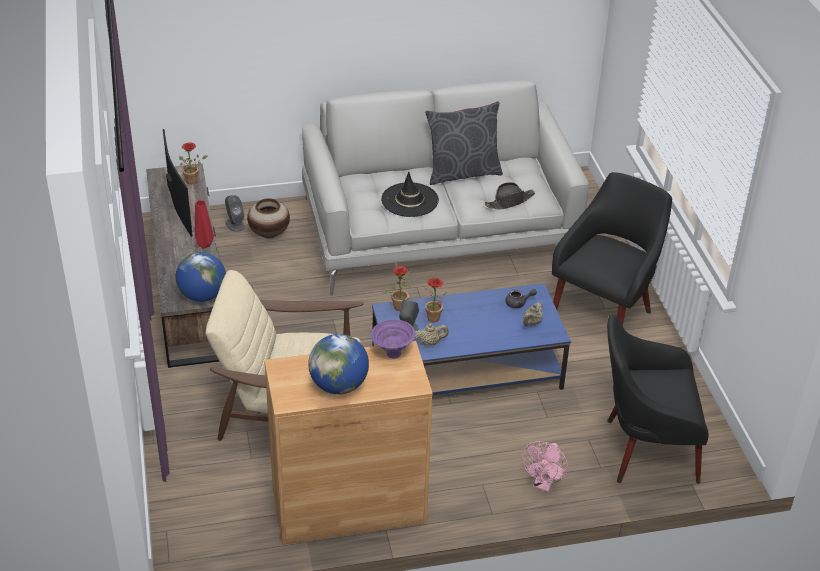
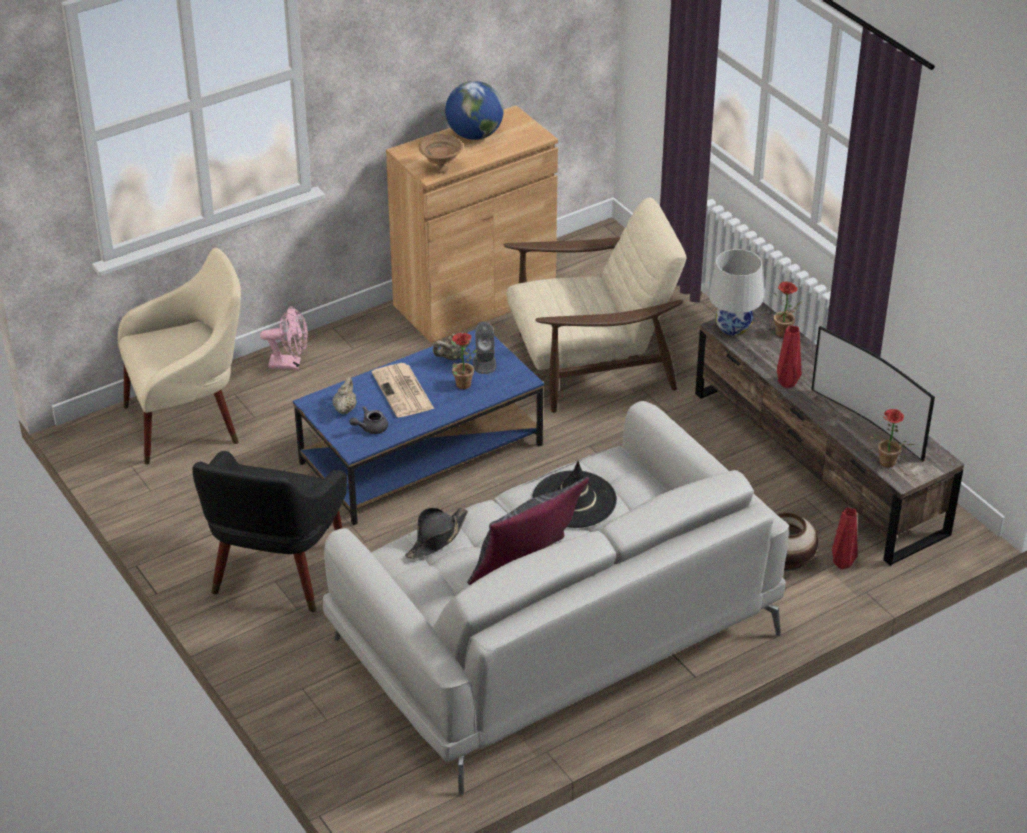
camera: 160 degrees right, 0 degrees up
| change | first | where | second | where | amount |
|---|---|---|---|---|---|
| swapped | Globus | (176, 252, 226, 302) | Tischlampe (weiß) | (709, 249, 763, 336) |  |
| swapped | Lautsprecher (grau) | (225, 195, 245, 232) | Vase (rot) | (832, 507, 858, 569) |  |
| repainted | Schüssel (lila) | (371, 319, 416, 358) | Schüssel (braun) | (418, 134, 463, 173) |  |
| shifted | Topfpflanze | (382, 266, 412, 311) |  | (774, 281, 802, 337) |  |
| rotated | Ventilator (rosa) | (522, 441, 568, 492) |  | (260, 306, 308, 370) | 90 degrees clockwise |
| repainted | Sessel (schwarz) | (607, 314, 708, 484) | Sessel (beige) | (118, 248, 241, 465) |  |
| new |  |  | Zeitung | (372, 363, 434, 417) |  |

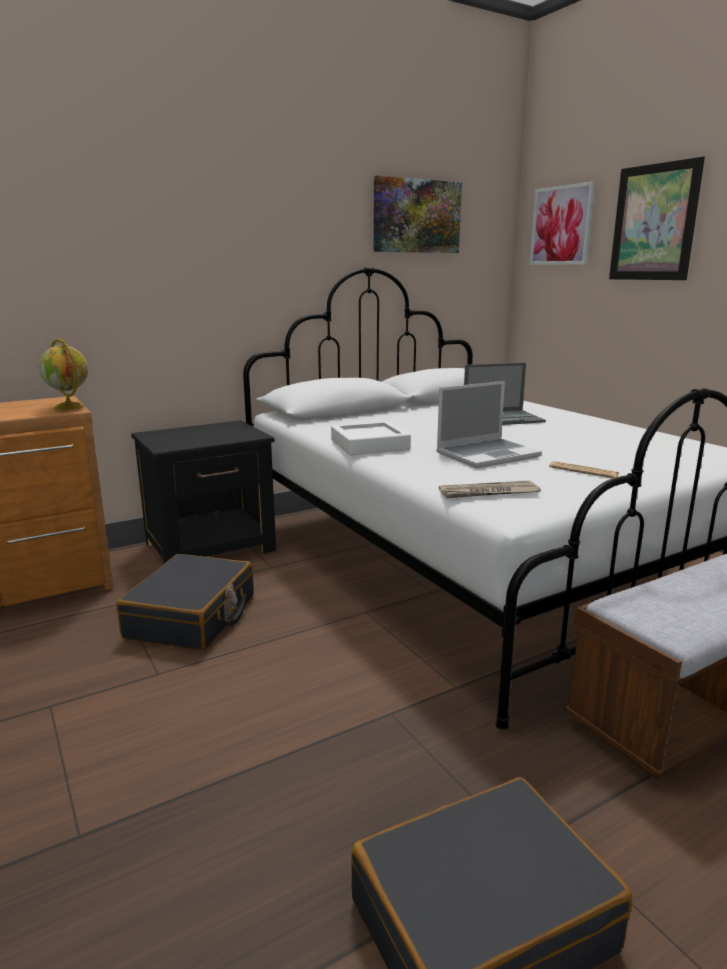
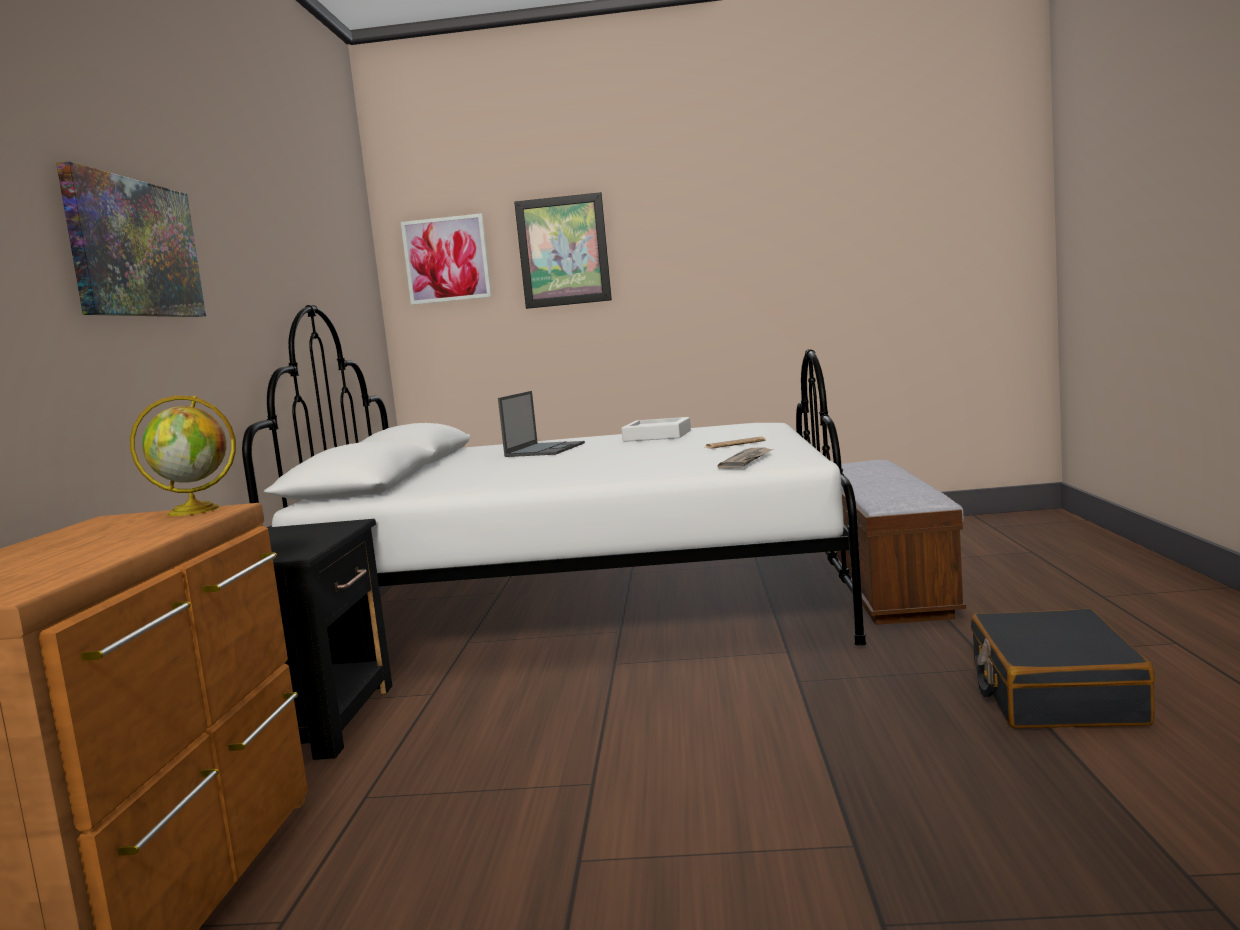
camera: 55 degrees left, 10 degrees down
| change | first | where | second | where | amount |
|---|---|---|---|---|---|
| gone | Koffer (schwarz) | (116, 554, 254, 651) |  |  |  |
| shifted | Tablett (weiß) | (331, 421, 411, 455) |  | (621, 417, 691, 442) |  |
| shifted | Bild | (374, 175, 462, 253) |  | (56, 161, 206, 317) |  |
| gone | Laptop | (436, 381, 542, 468) |  |  |  |

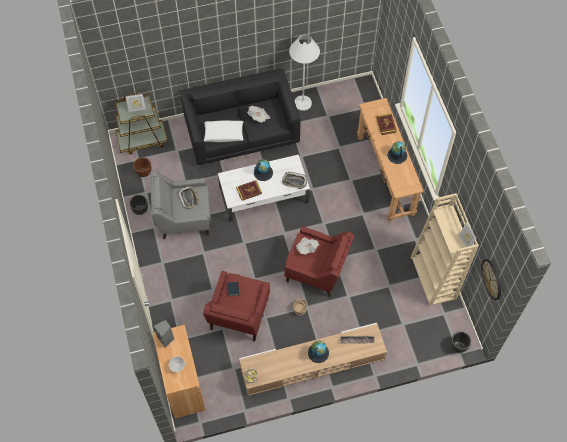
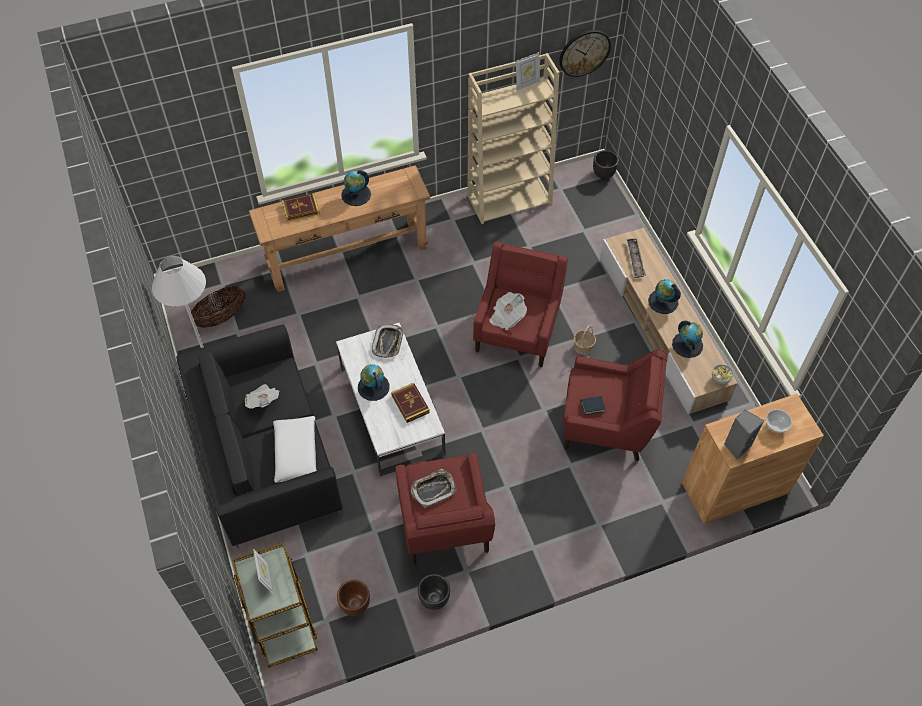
camera: 95 degrees left, 5 degrees down
| change | first | where | second | where | amount |
|---|---|---|---|---|---|
| repainted | Sessel (grau) | (150, 171, 211, 239) | Sessel (rot) | (395, 453, 495, 565) |  |
| new |  |  | Korb | (191, 286, 246, 328) |  |
| new |  |  | Globus | (672, 320, 703, 358) |  |

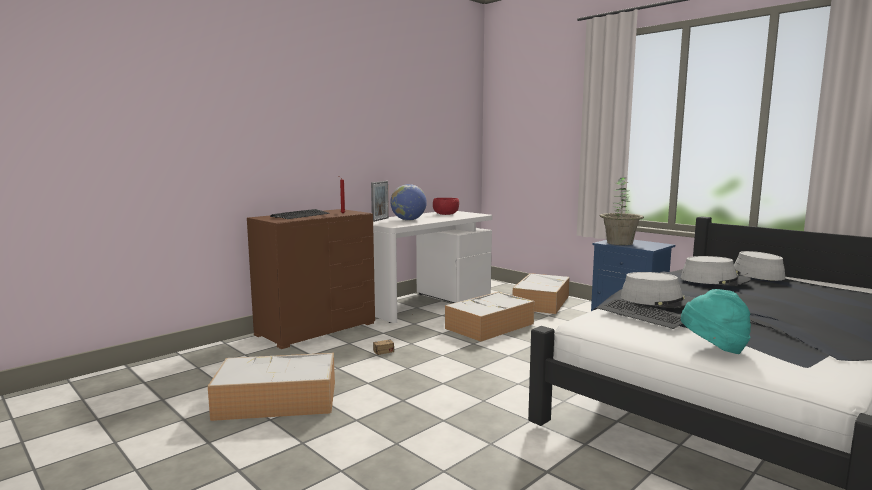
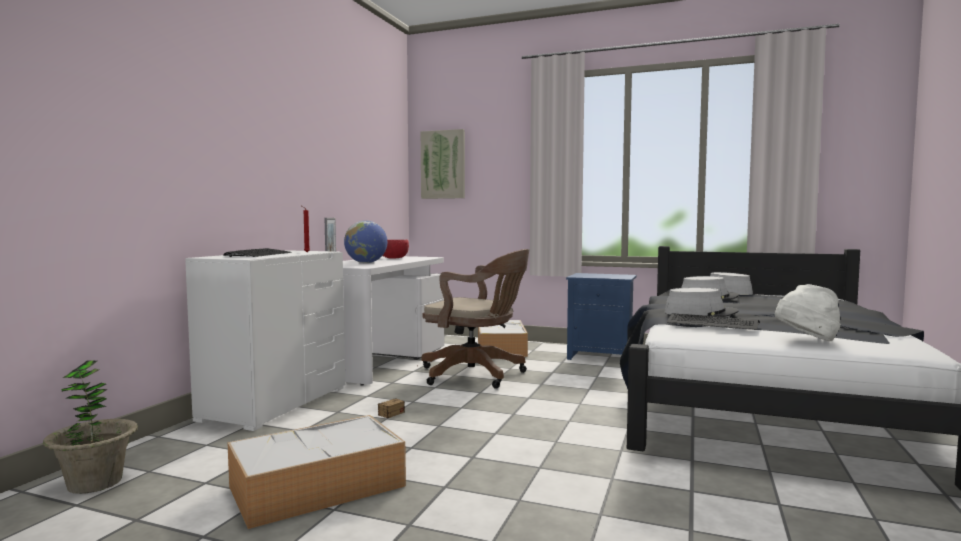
camera: 25 degrees left, 5 degrees down
| change | first | where | second | where | amount |
|---|---|---|---|---|---|
| repainted | Kommode (braun) | (247, 209, 375, 349) | Kommode (weiß) | (185, 250, 345, 431) |  |
| swapped | Aufbewahrungsbox | (445, 292, 535, 342) | Bürostuhl (braun) | (421, 249, 529, 389) |  |
| shifted | Topfpflanze | (600, 177, 644, 245) |  | (43, 360, 138, 494) |  |
| repainted | Hut (türkis) | (681, 289, 751, 354) | Hut (weiß) | (775, 284, 841, 341) |  |
| new |  |  | Bild | (421, 129, 465, 199) |  |

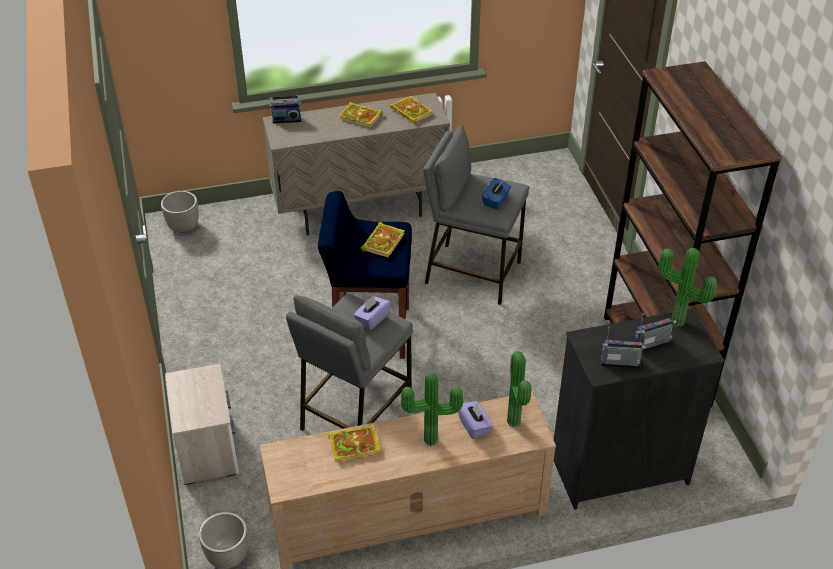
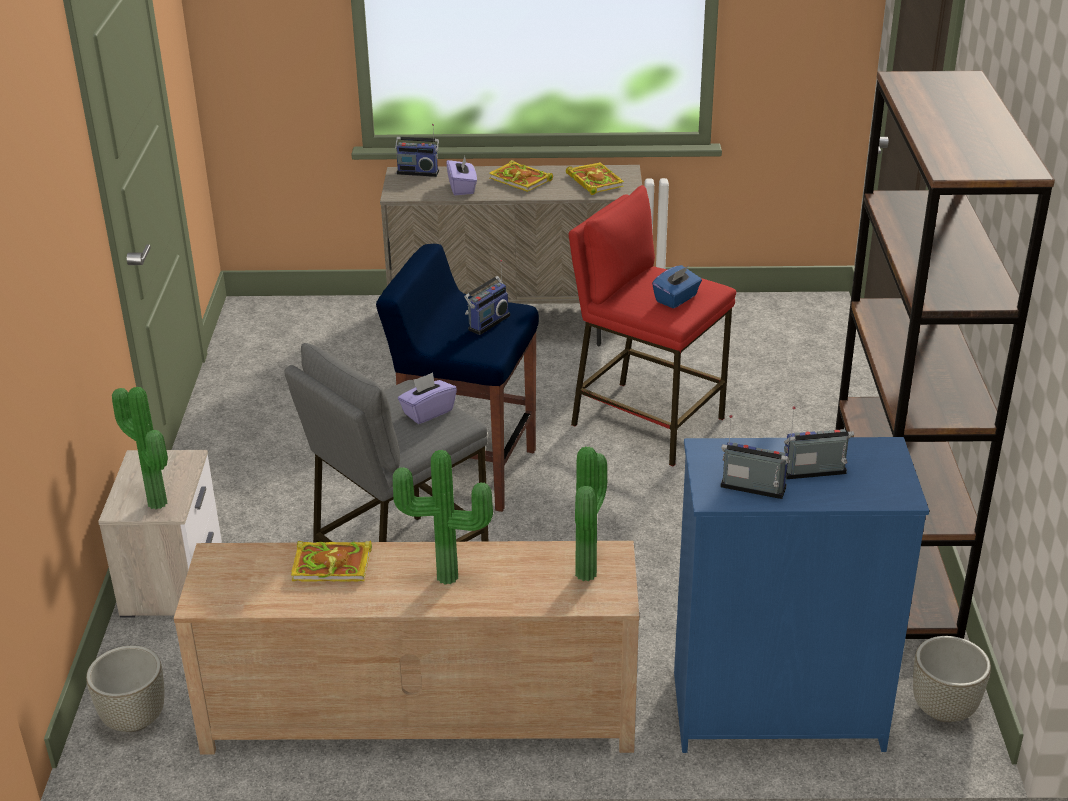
camera: 15 degrees right, 10 degrees down
| change | first | where | second | where | amount |
|---|---|---|---|---|---|
| shifted | Pflanzkübel (grau) | (161, 191, 199, 233) |  | (913, 636, 991, 722) |  |
| swapped | Buch | (361, 222, 405, 258) | Radio | (464, 260, 510, 335) |  |
| repainted | Hocker (grau) | (423, 125, 529, 305) | Hocker (rot) | (569, 185, 736, 466) |  |
| shifted | Taschentuchbox (lila) | (458, 401, 493, 439) |  | (446, 156, 477, 195) |  |
| repainted | Kommode (schwarz) | (554, 309, 725, 510) | Kommode (blau) | (674, 437, 929, 753) |  |
| shifted | Topfpflanze | (658, 248, 717, 327) |  | (112, 387, 168, 509) |  |

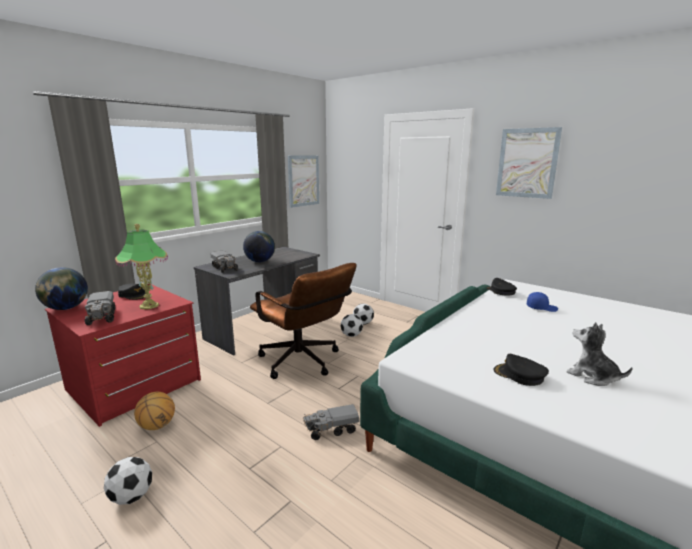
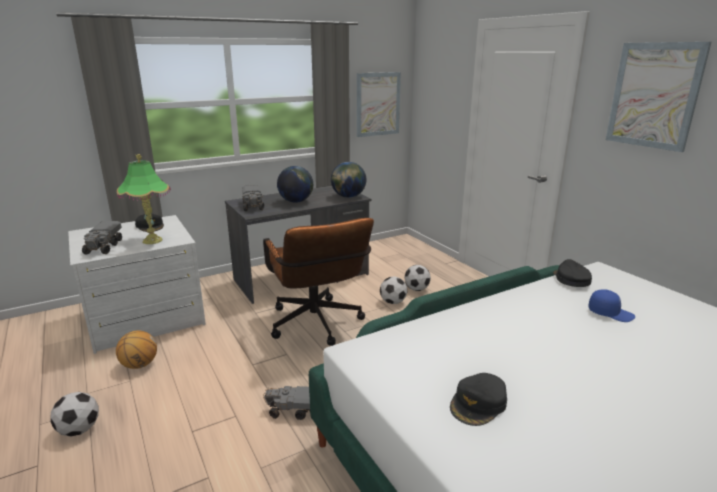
camera: 20 degrees right, 5 degrees up
| change | first | where | second | where | amount |
|---|---|---|---|---|---|
| shifted | Globus | (35, 267, 88, 310) |  | (331, 162, 366, 198) |  |
| repainted | Kommode (rot) | (45, 284, 201, 427) | Kommode (weiß) | (68, 215, 206, 354) |  |
| rotated | Kappe (schwarz) | (493, 354, 549, 386) |  | (450, 373, 507, 426) | 105 degrees counterclockwise |
| gone | Plüschtier | (567, 322, 633, 386) |  |  |  |

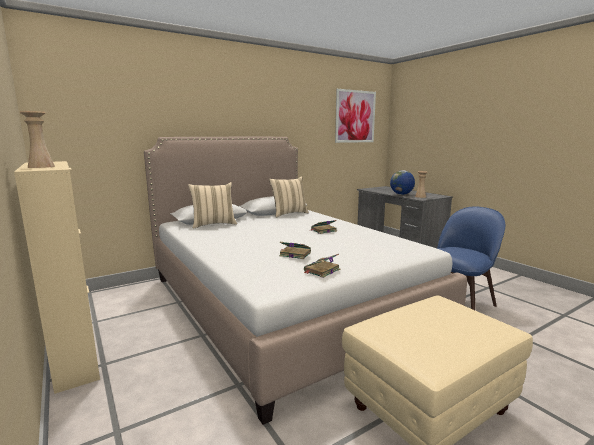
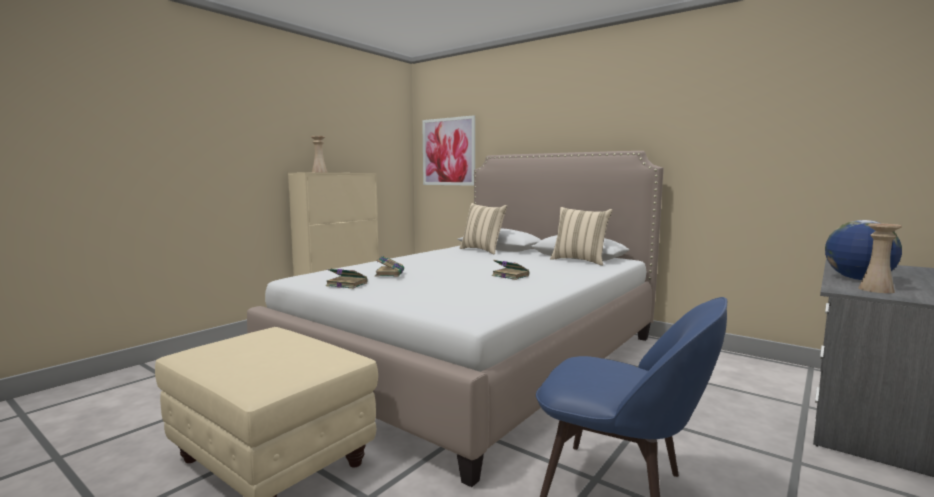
camera: 70 degrees right, 5 degrees down
| change | first | where | second | where | amount |
|---|---|---|---|---|---|
| shifted | Bild | (335, 89, 376, 143) |  | (422, 115, 475, 186) |  |

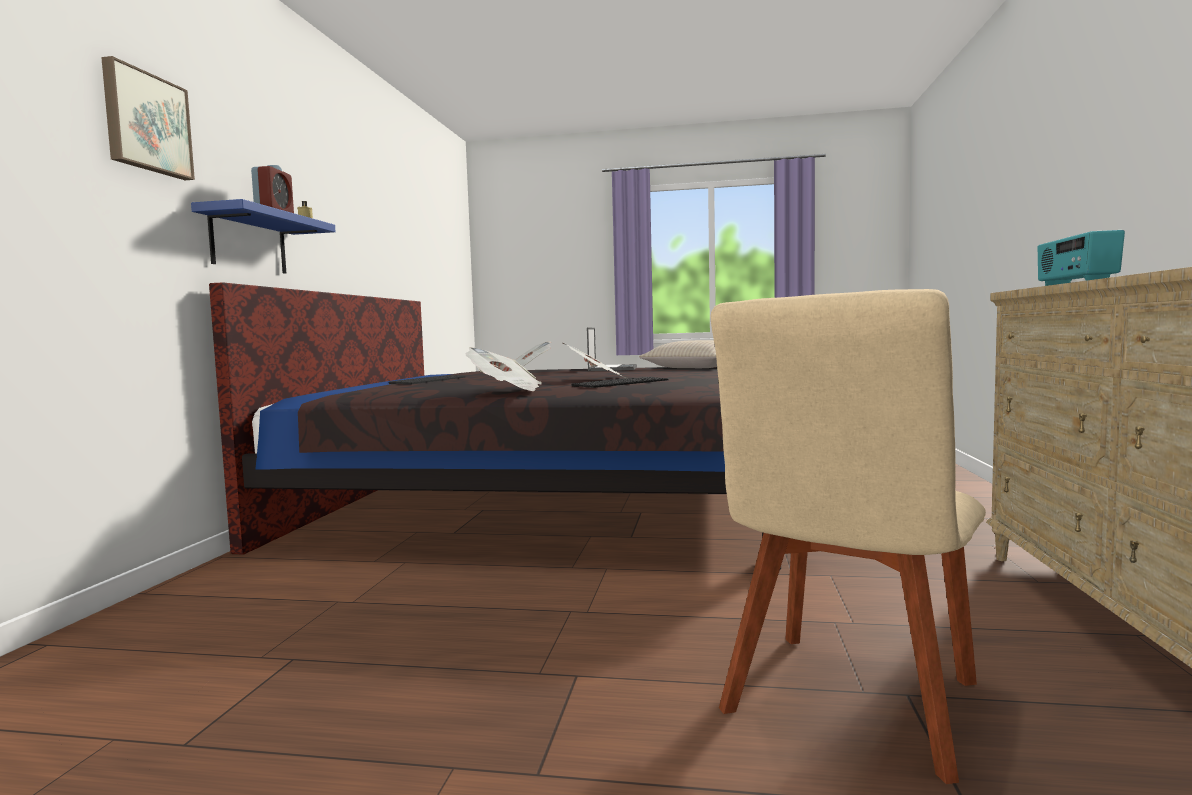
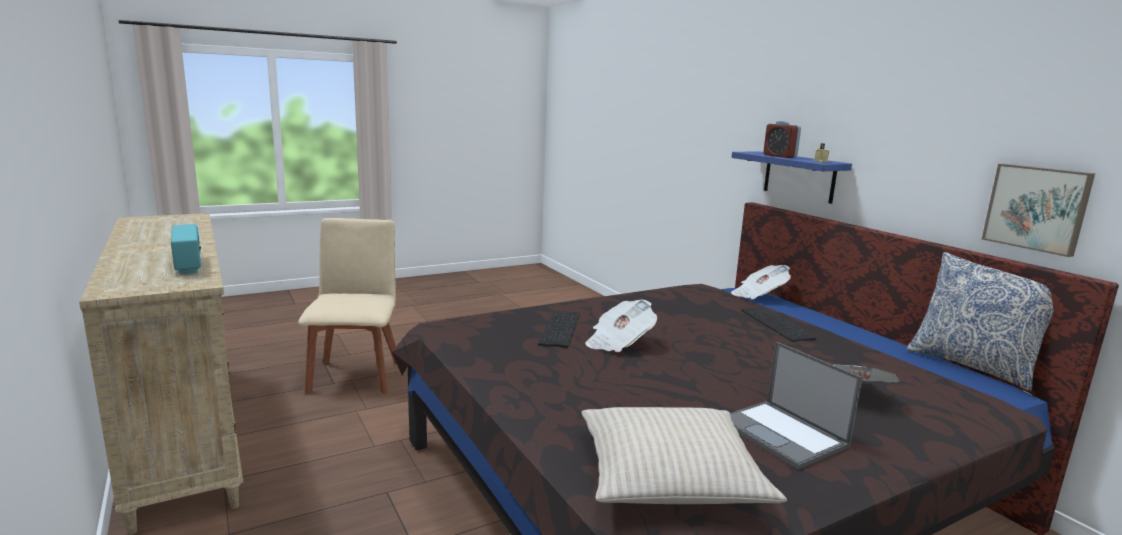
camera: 140 degrees right, 10 degrees up
| change | first | where | second | where | amount |
|---|---|---|---|---|---|
| shifted | Bild | (101, 56, 195, 180) |  | (982, 164, 1095, 257) |  |
| shifted | Zeitung | (465, 347, 542, 391) |  | (731, 265, 791, 299) |  |
| new |  |  | Kissen | (907, 252, 1053, 392) |  |

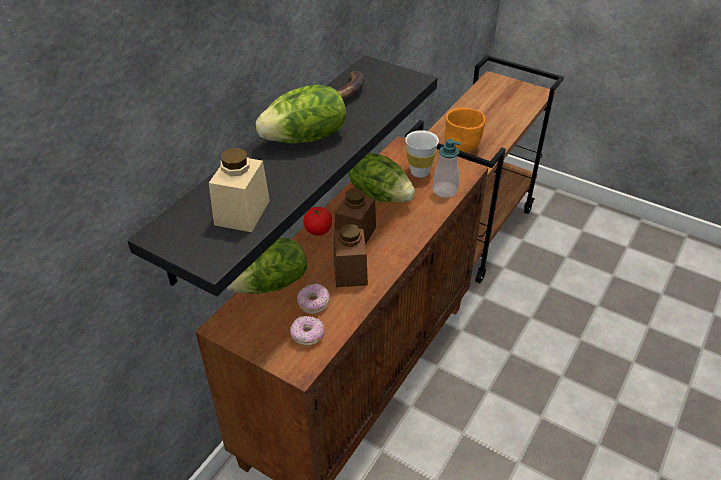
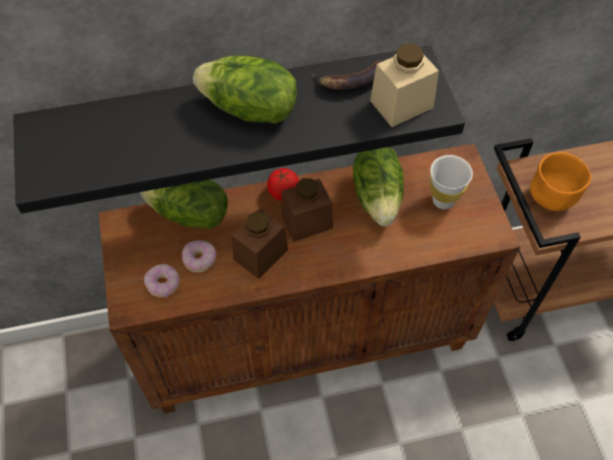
camera: 45 degrees right, 15 degrees up
| change | first | where | second | where | amount |
|---|---|---|---|---|---|
| shifted | Vorratsglas (beige) | (209, 148, 270, 232) |  | (370, 43, 439, 127) |  |
| gone | Seifenspender | (432, 139, 461, 198) |  |  |  |

